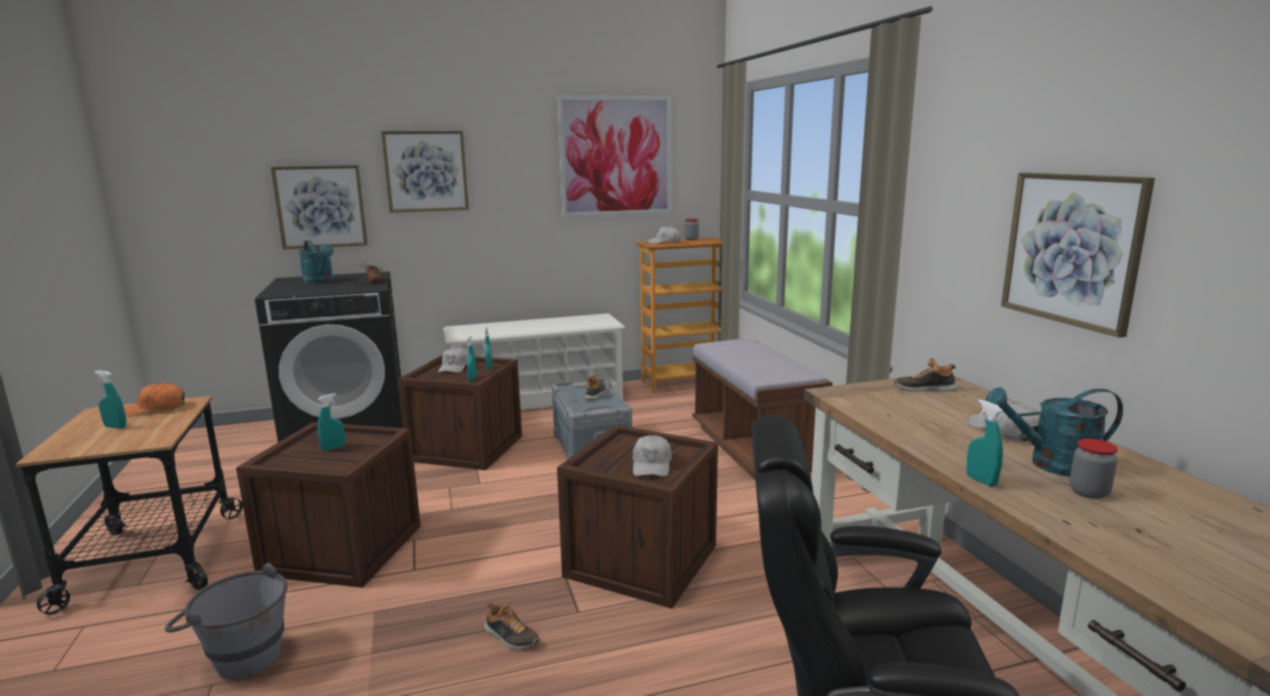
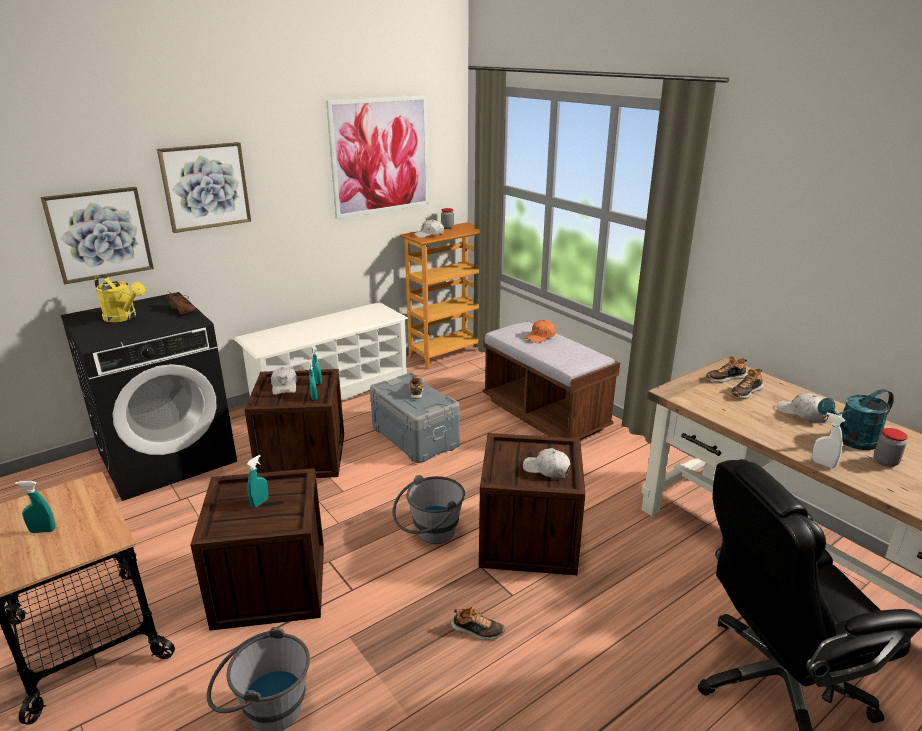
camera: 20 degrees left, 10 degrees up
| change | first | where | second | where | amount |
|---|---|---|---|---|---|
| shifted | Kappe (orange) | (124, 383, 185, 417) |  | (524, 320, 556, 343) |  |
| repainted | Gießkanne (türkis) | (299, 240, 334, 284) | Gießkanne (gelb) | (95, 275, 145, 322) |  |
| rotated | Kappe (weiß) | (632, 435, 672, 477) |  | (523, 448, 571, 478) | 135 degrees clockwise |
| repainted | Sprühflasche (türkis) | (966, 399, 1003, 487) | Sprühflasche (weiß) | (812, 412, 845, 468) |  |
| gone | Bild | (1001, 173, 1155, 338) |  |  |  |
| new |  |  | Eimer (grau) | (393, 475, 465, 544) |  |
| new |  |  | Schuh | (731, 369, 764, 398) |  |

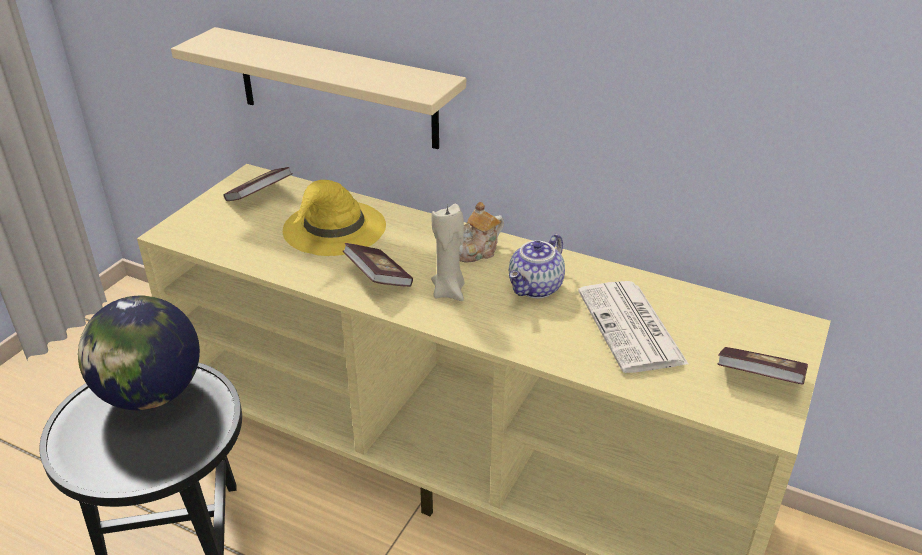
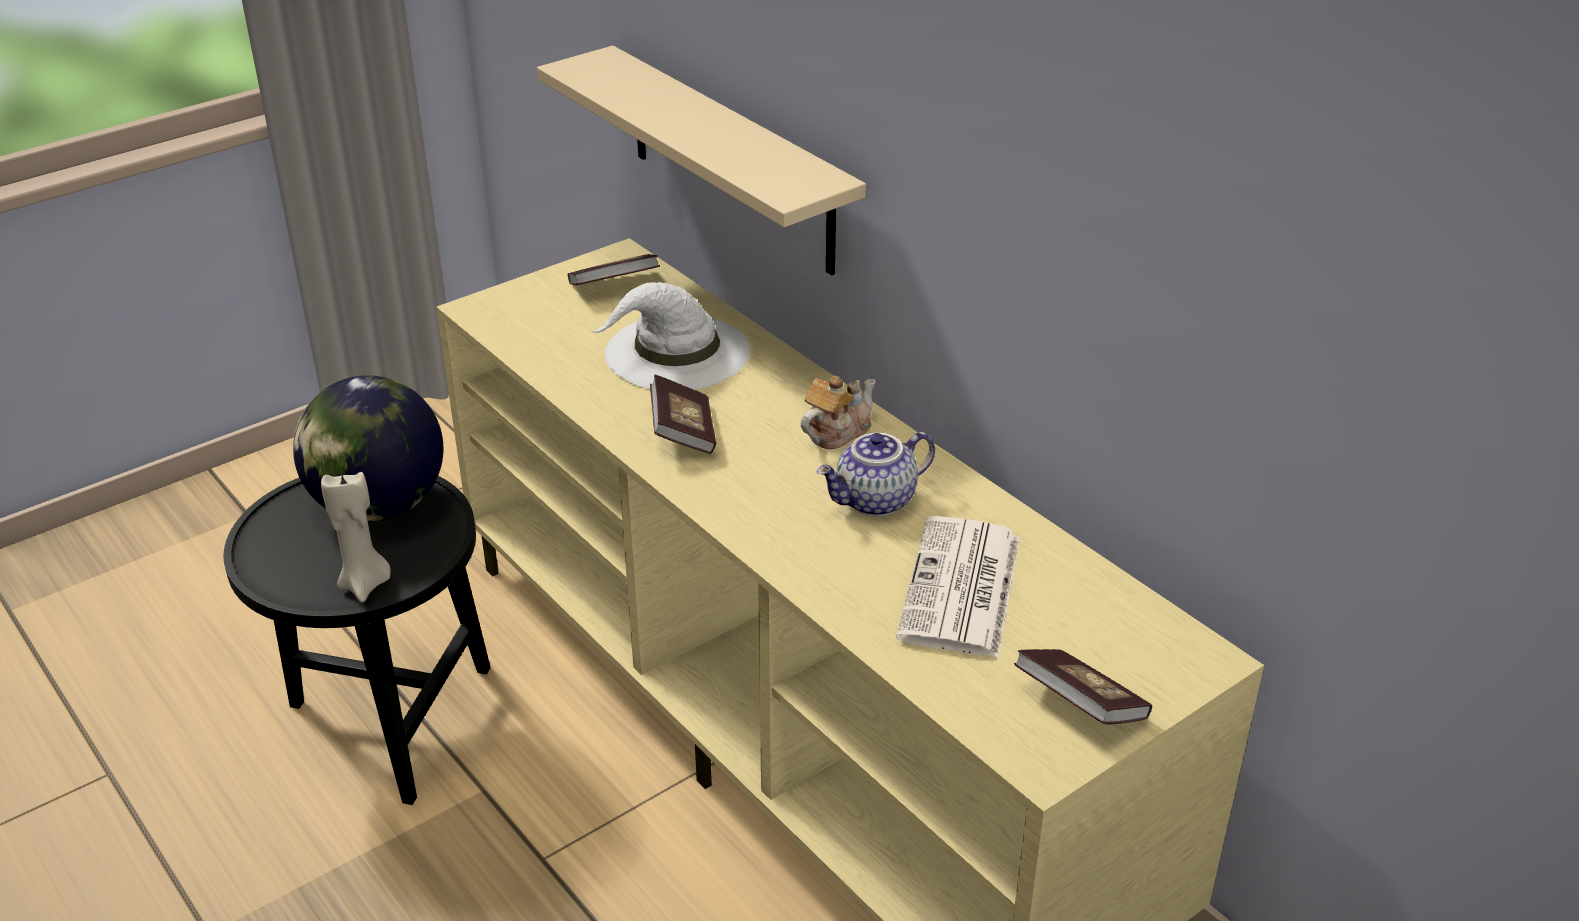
camera: 25 degrees right, 0 degrees up
| change | first | where | second | where | amount |
|---|---|---|---|---|---|
| repainted | Hut (gelb) | (283, 180, 386, 256) | Hut (weiß) | (592, 282, 750, 390) |  |
| shifted | Kerze (beige) | (431, 204, 465, 301) |  | (321, 472, 391, 602) |  |
| rotated | Teekanne | (459, 202, 504, 263) |  | (801, 376, 875, 449) | 150 degrees clockwise |

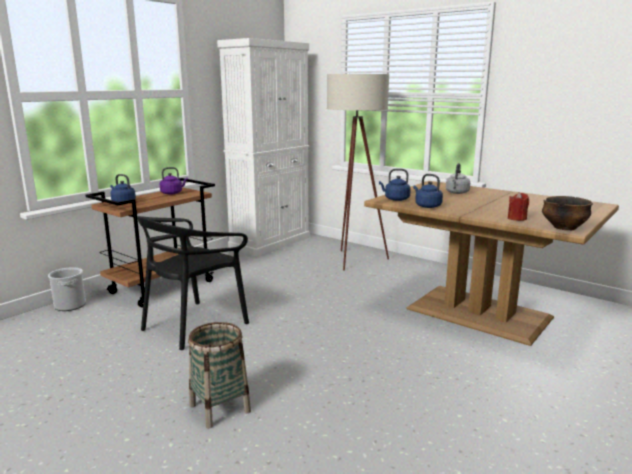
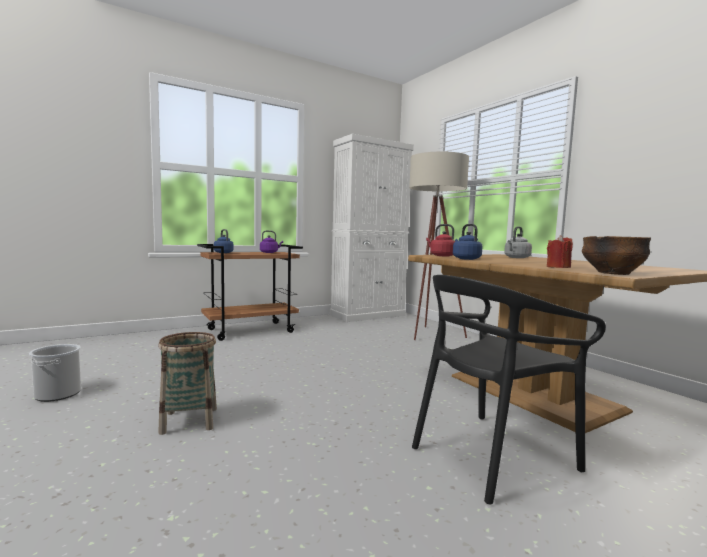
camera: 20 degrees right, 10 degrees down
| change | first | where | second | where | amount |
|---|---|---|---|---|---|
| shifted | Eimer | (48, 267, 86, 311) |  | (29, 344, 81, 402) |  |
| shifted | Stuhl (schwarz) | (137, 216, 249, 350) |  | (412, 275, 606, 504) |  |
| repainted | Wasserkessel (blau) | (379, 169, 411, 201) | Wasserkessel (rot) | (426, 224, 455, 256) |  |

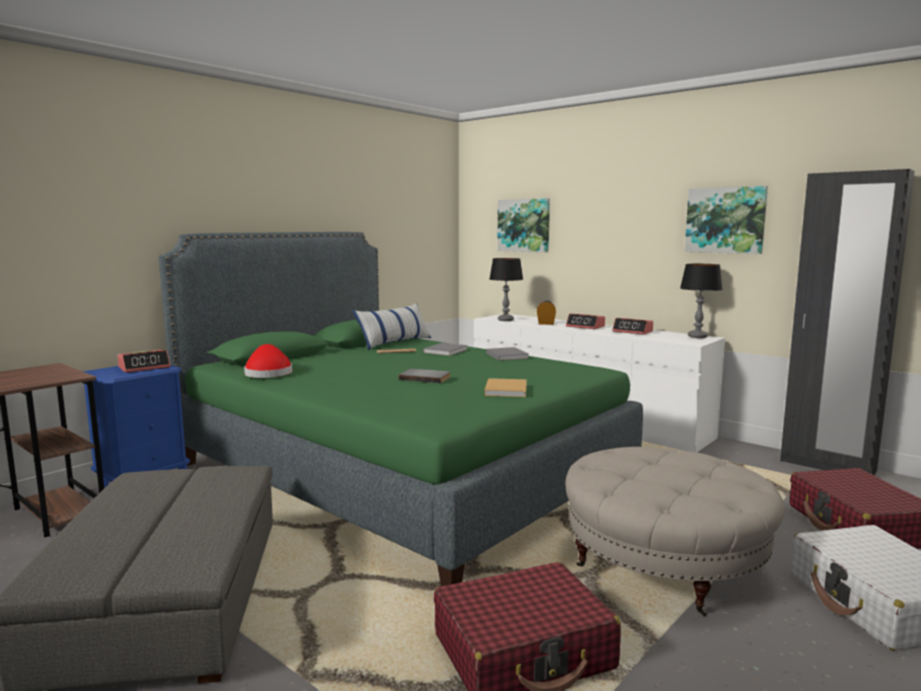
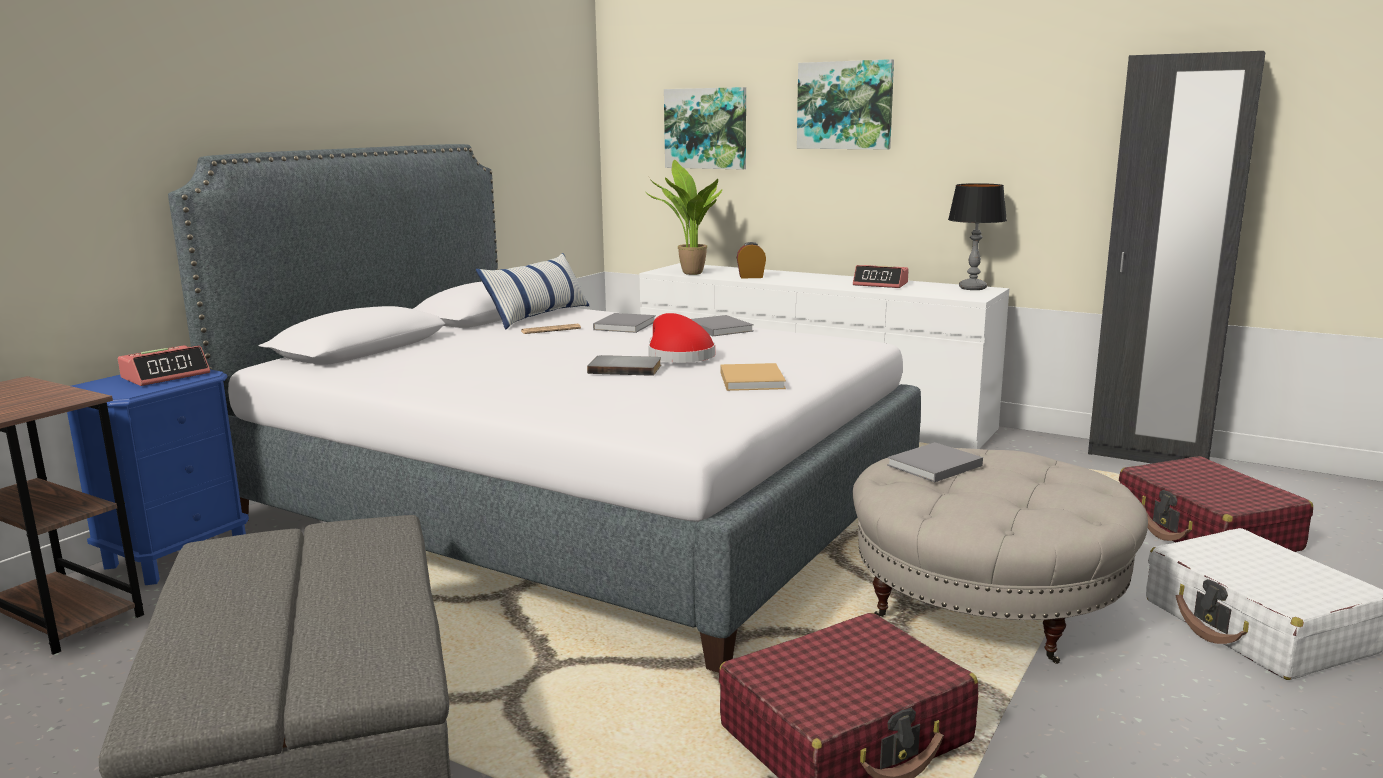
camera: 10 degrees left, 5 degrees up
| change | first | where | second | where | amount |
|---|---|---|---|---|---|
| repainted | Bett (grün) | (159, 232, 643, 586) | Bett (weiß) | (168, 144, 921, 673) |  |
| shifted | Hut (rot) | (244, 344, 292, 378) |  | (648, 313, 715, 363) |  |
| swapped | Tischlampe | (490, 258, 523, 321) | Topfpflanze | (646, 160, 722, 275) |  |
| gone | Wecker | (566, 313, 605, 329) |  |  |  |
| shifted | Bild | (685, 186, 768, 254) |  | (797, 59, 894, 150) |  |
| new |  |  | Buch (grau) | (887, 442, 983, 482) |  |

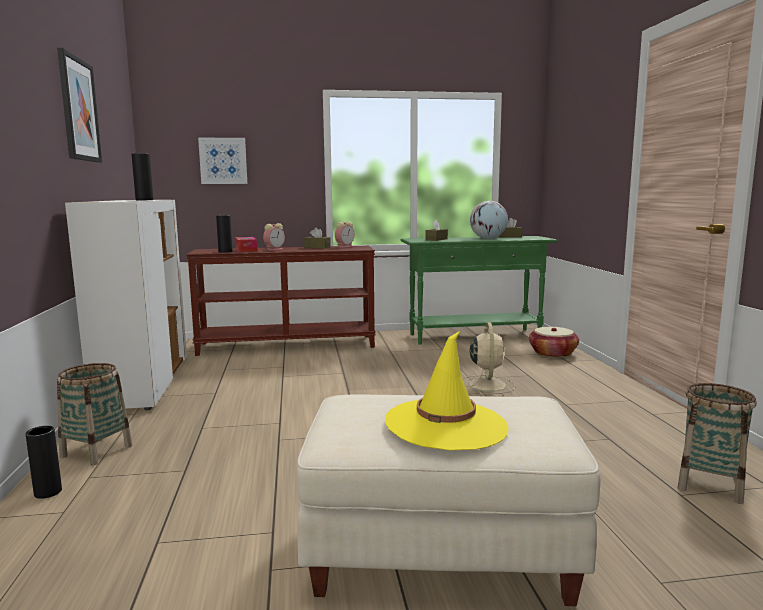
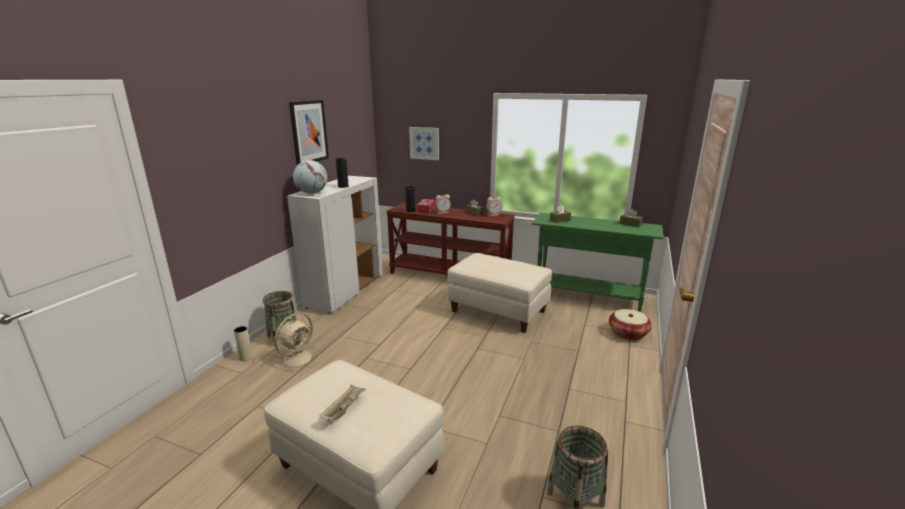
camera: 30 degrees right, 10 degrees up
| change | first | where | second | where | amount |
|---|---|---|---|---|---|
| repainted | Vase (schwarz) | (26, 426, 62, 499) | Vase (beige) | (234, 326, 253, 361) |  |
| swapped | Hut (gelb) | (385, 331, 509, 451) | Tablett (beige) | (320, 385, 366, 421) |  |
| shifted | Ventilator (beige) | (463, 322, 515, 395) |  | (273, 313, 321, 371) |  |
| shifted | Globus | (470, 201, 508, 239) |  | (293, 160, 327, 194) |  |
| new |  |  | Polsterhocker (beige) | (448, 253, 552, 333) |  |

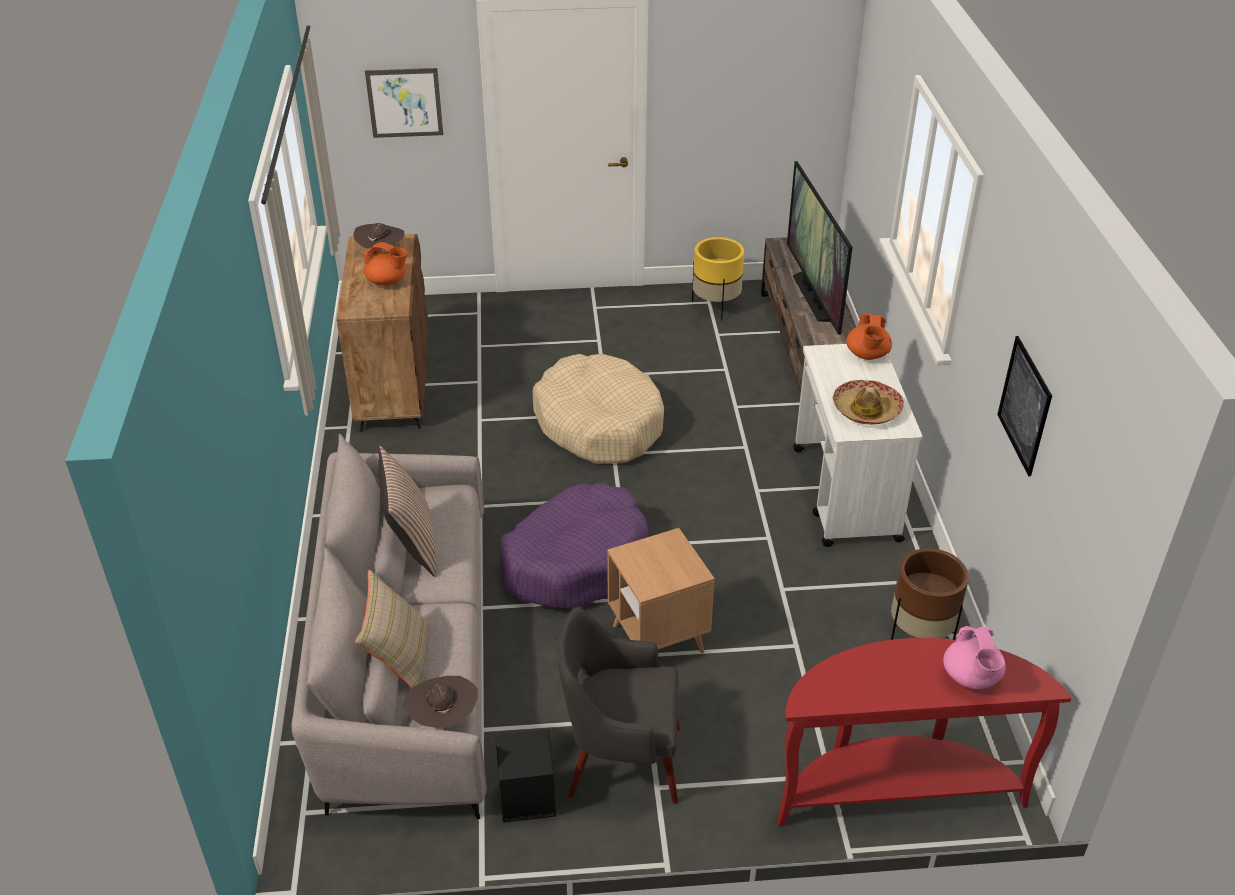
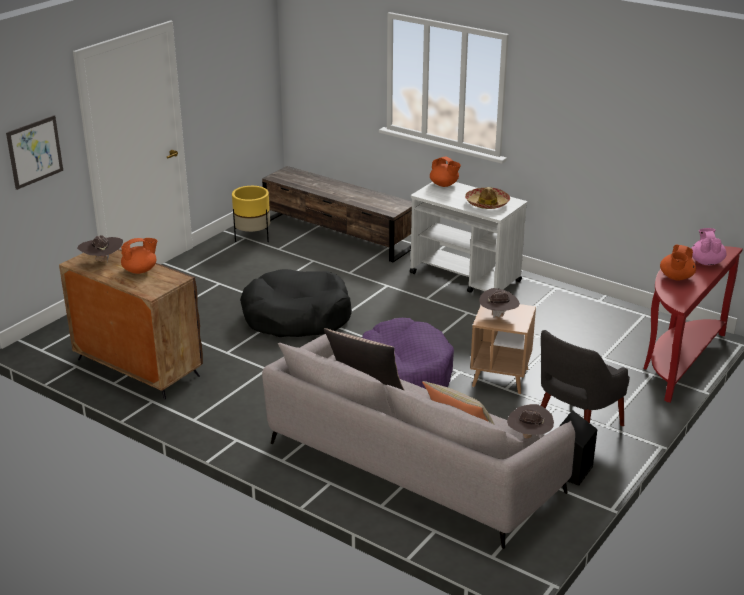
camera: 50 degrees left, 10 degrees down
| change | first | where | second | where | amount |
|---|---|---|---|---|---|
| repainted | Hundebett (beige) | (533, 354, 664, 464) | Hundebett (schwarz) | (240, 269, 352, 337) |  |
| gone | Fernseher | (787, 161, 853, 335) |  |  |  |
| gone | Pflanzkübel (braun) | (891, 548, 969, 640) |  |  |  |
| rotated | Teekanne (rosa) | (943, 626, 1006, 689) |  | (691, 228, 727, 265) | 120 degrees counterclockwise |
| gone | Bild | (997, 336, 1052, 476) |  |  |  |
| new |  |  | Hut (braun) | (479, 288, 520, 318) |  |
| new |  |  | Teekanne (orange) | (660, 244, 696, 281) |  |

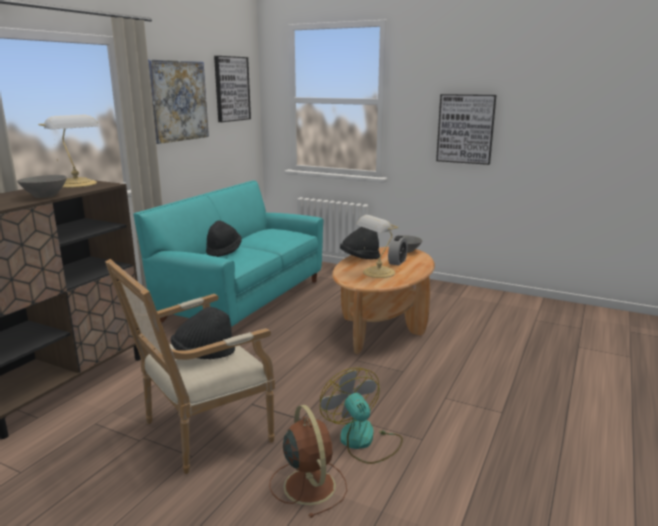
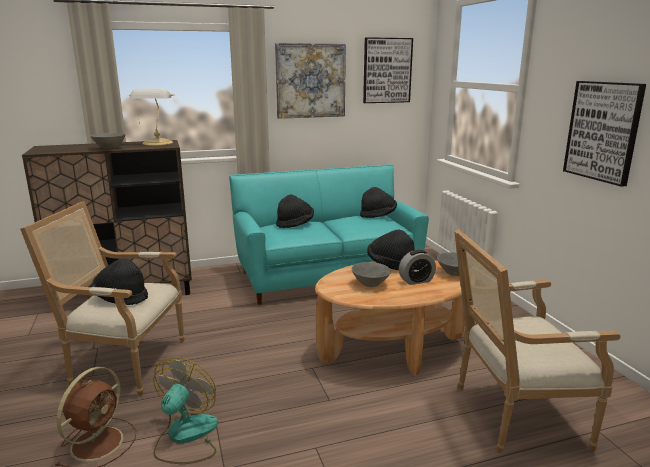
camera: 45 degrees right, 0 degrees up
| change | first | where | second | where | amount |
|---|---|---|---|---|---|
| swapped | Tischlampe | (356, 215, 398, 278) | Schüssel (grau) | (352, 262, 391, 287) |  |
| new |  |  | Hut (schwarz) | (360, 187, 397, 218) |  |
| new |  |  | Sessel | (454, 230, 621, 454) |  |

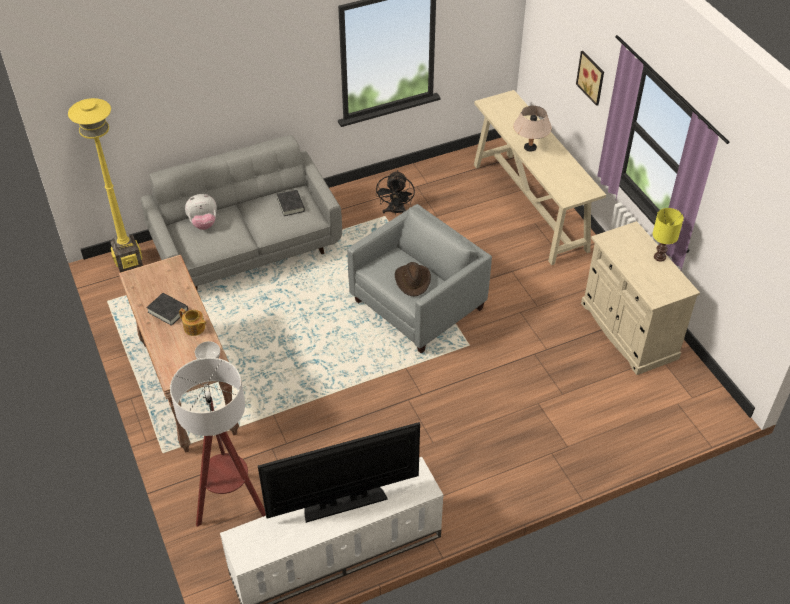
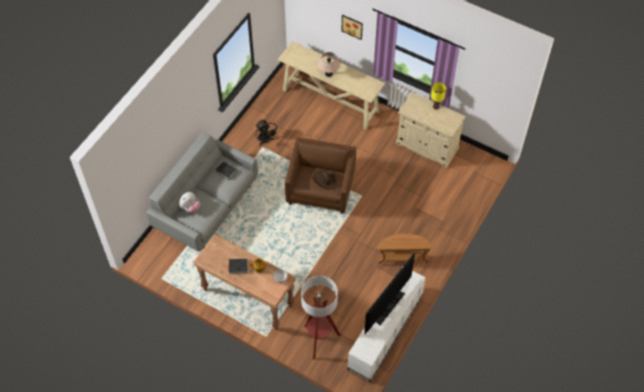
camera: 35 degrees left, 10 degrees up
| change | first | where | second | where | amount |
|---|---|---|---|---|---|
| gone | Stehlampe (gelb) | (68, 98, 143, 272) |  |  |  |
| repainted | Sessel (grau) | (347, 204, 492, 353) | Sessel (braun) | (285, 137, 356, 214) |  |
| new |  |  | Beistelltisch (braun) | (377, 233, 433, 264) |  |

